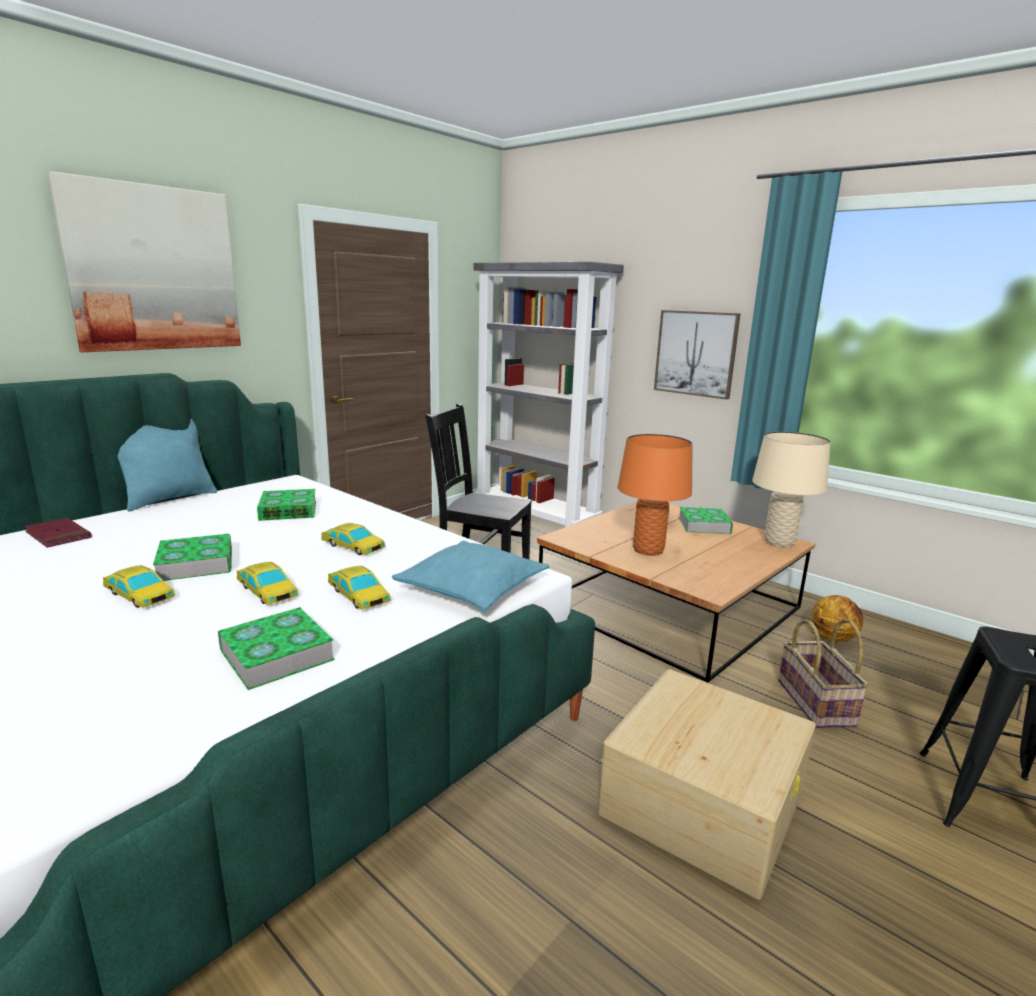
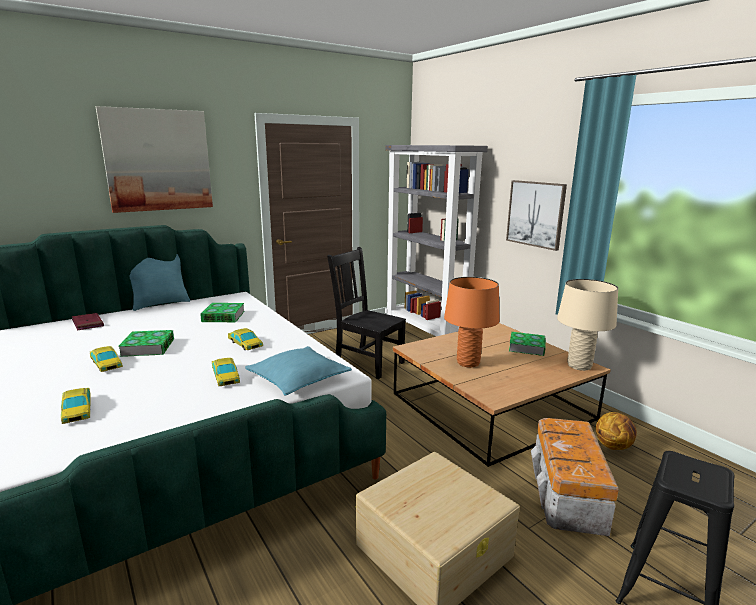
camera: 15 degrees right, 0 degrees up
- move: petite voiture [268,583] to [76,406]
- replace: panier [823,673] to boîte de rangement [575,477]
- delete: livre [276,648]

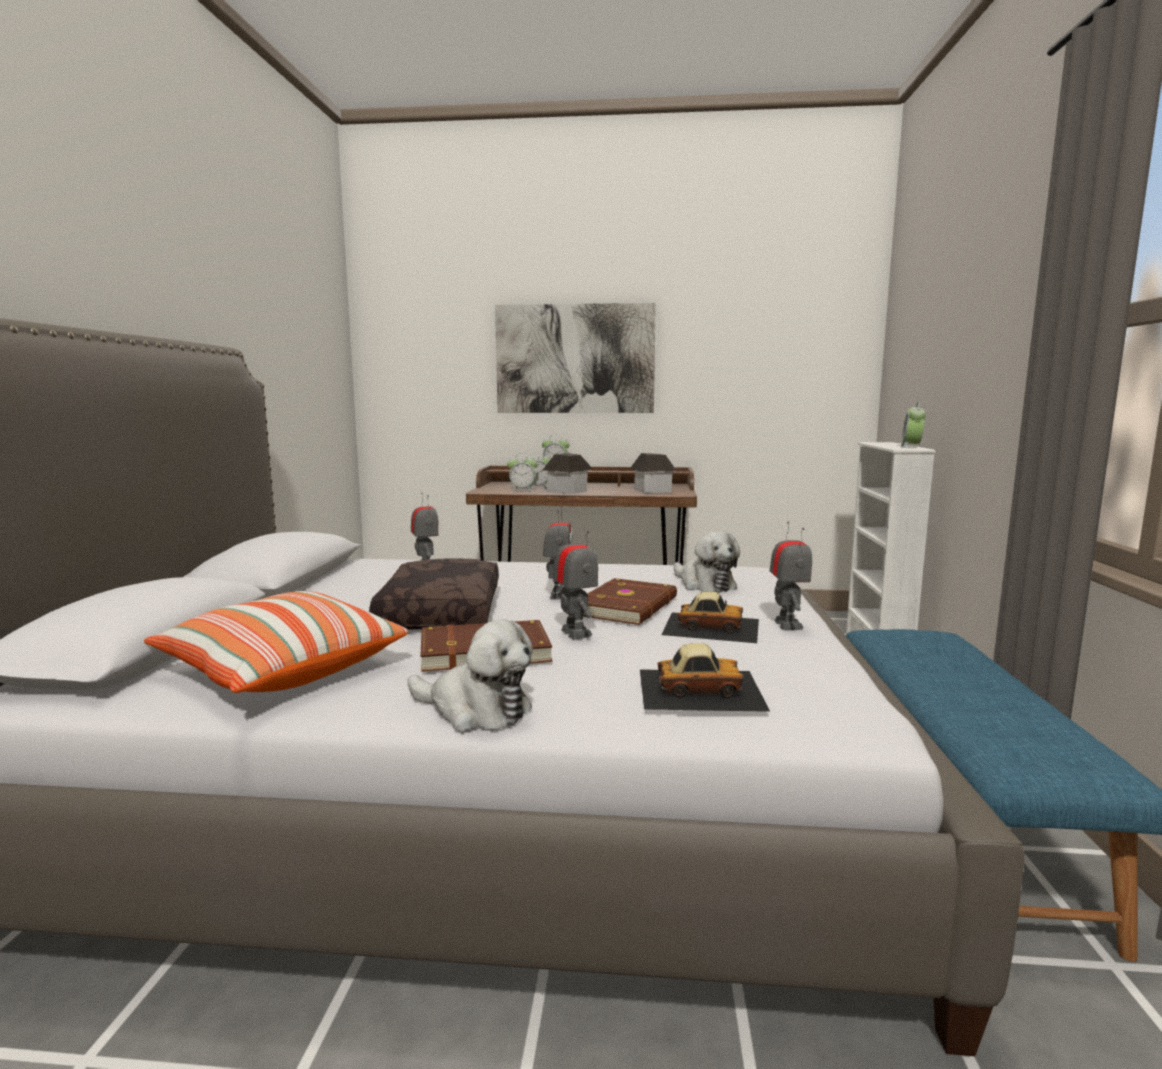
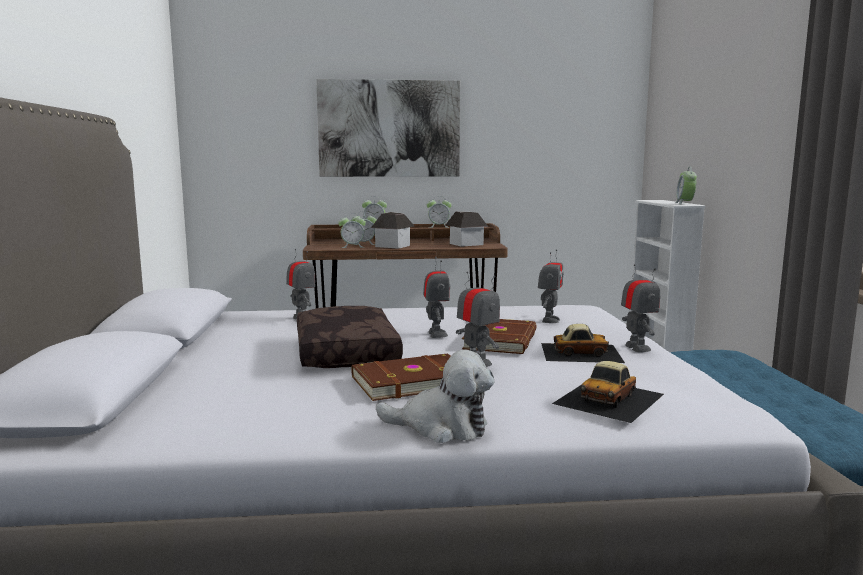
camera: 10 degrees left, 0 degrees up
- insert: réveil [439,214]
- replace: peluche [707,562] to robot jouet [551,286]
- rotate: petite voiture [705,677] = [608,392] 135 degrees clockwise
- delete: coussin [276,642]

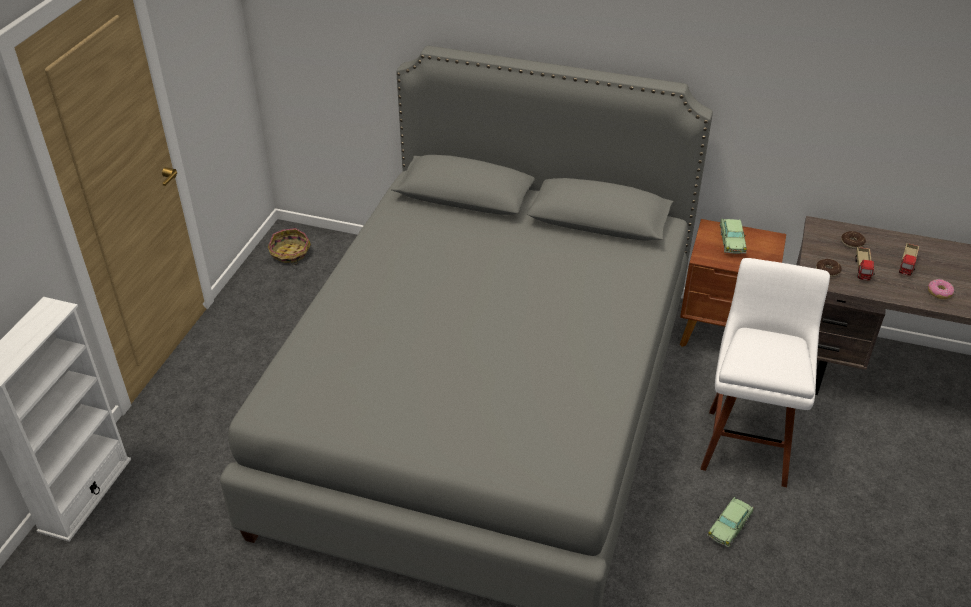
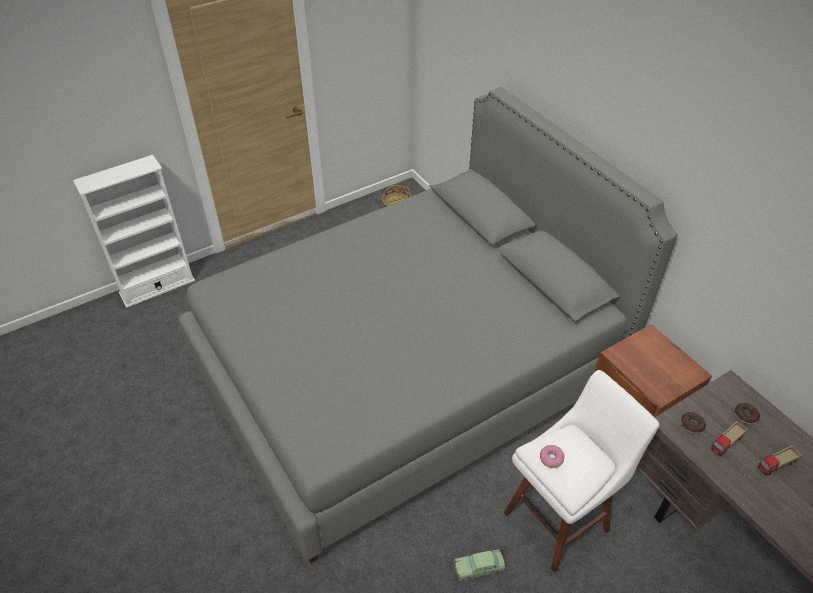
camera: 40 degrees right, 5 degrees up
- move: beignet [941,289] to [552,456]
- delete: petite voiture [733,236]

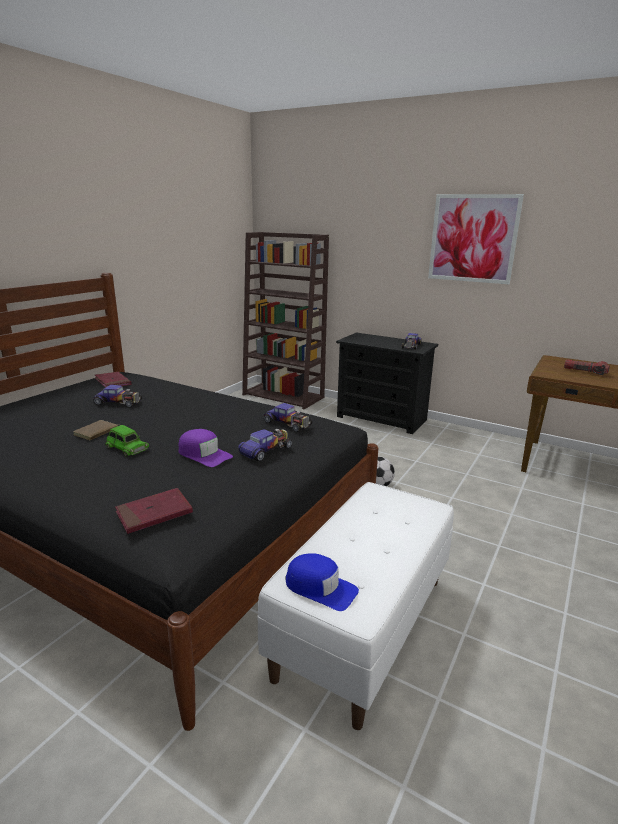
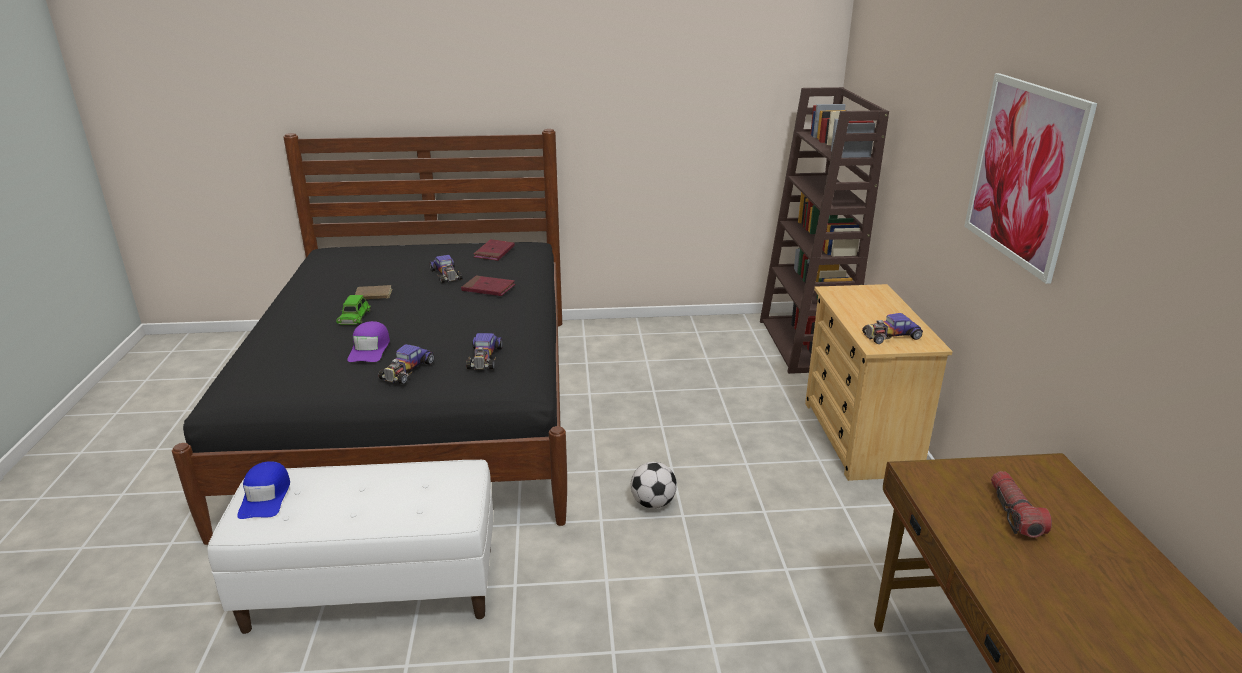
camera: 55 degrees right, 5 degrees up
- rotate: petite voiture [265,445] = [406,364] 105 degrees clockwise
- move: livre (rouge) [154,511] to [488,286]
- recolor: commode (noir) [387,383] to commode (beige) [879,382]

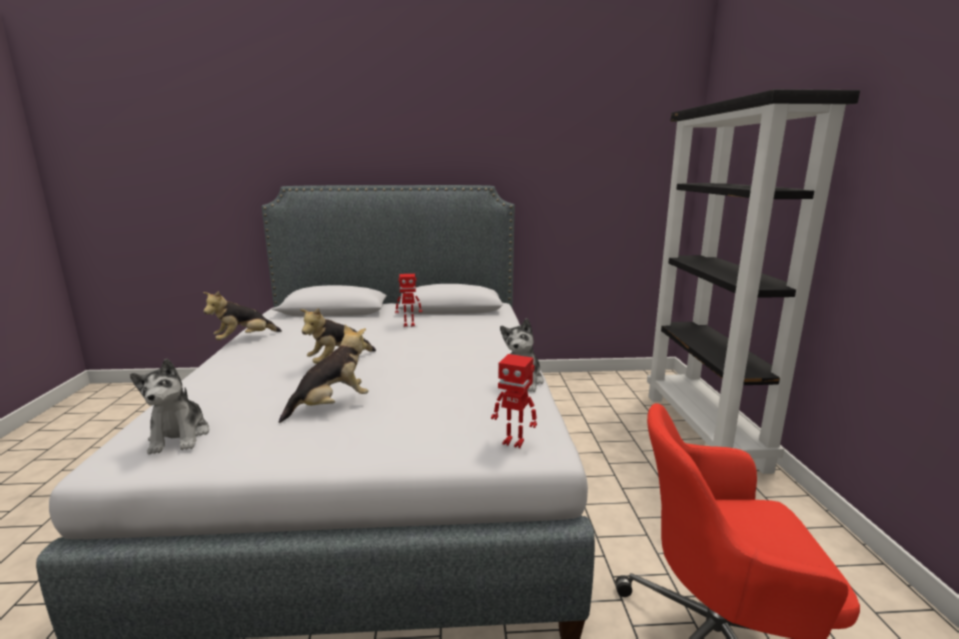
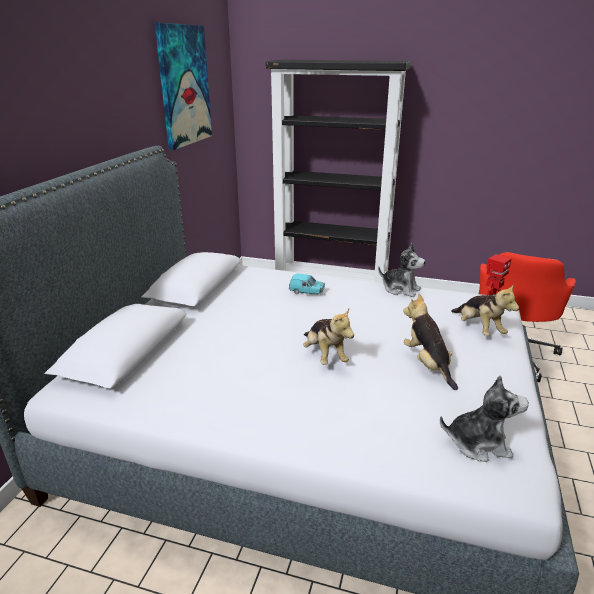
camera: 70 degrees left, 10 degrees up
- insert: tableau [183,86]
- insert: petite voiture (turquoise) [307,283]
- move: peluche [242,315] to [485,310]
- delete: robot jouet [408,300]

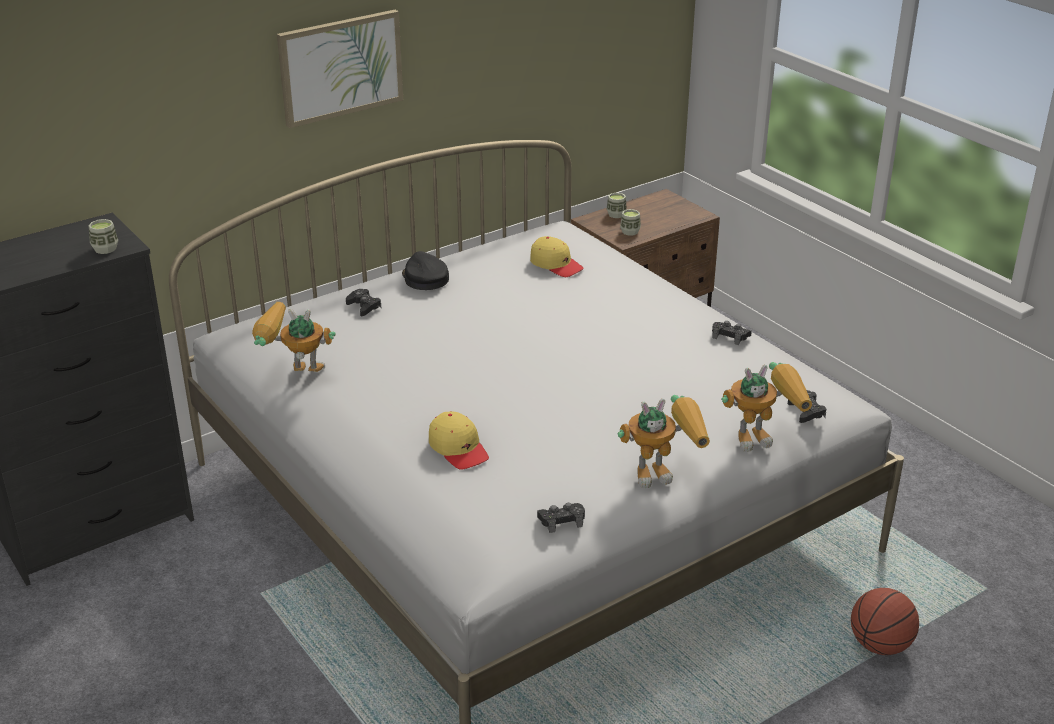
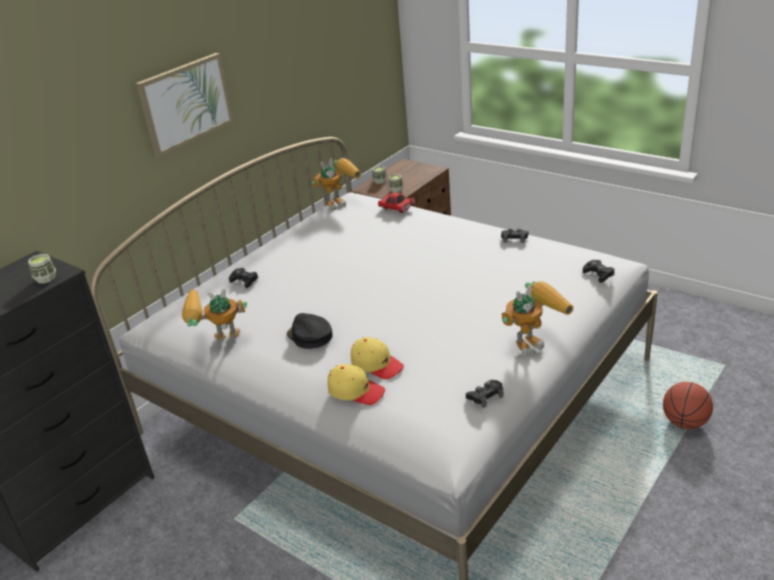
camera: 15 degrees left, 0 degrees up
- move: casquette (noir) [425,270] to [310,331]
- move: robot jouet [766,407] to [336,184]
- move: casquette (jaune) [557,256] to [356,384]
- insert: petite voiture (rouge) [396,202]

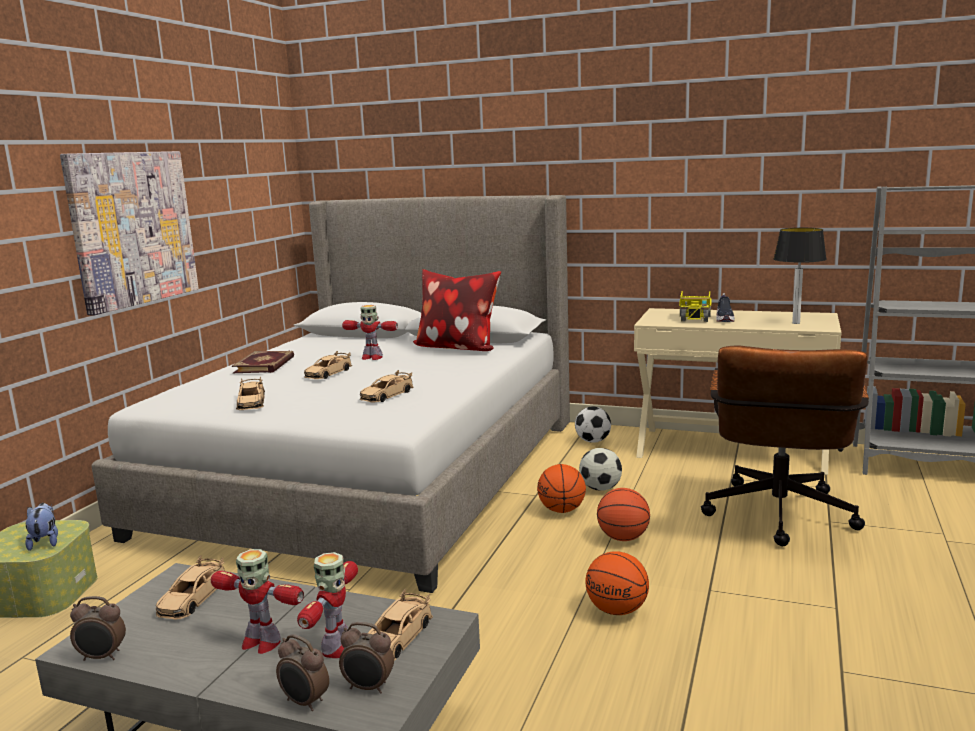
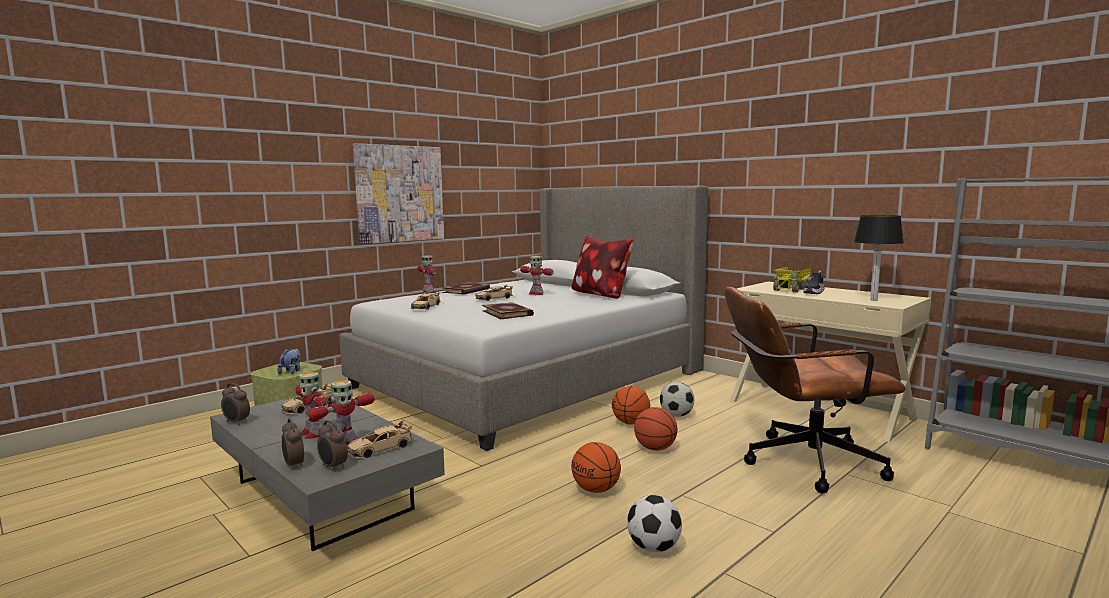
camera: 25 degrees right, 5 degrees down
- insert: robot jouet [427,275]
- replace: petite voiture (beige) [387,386] to livre [508,310]
- move: ballon de foot [593,424] to [654,523]
- rotate: chaise de bureau (marron) [785,446] = [815,390] 45 degrees clockwise

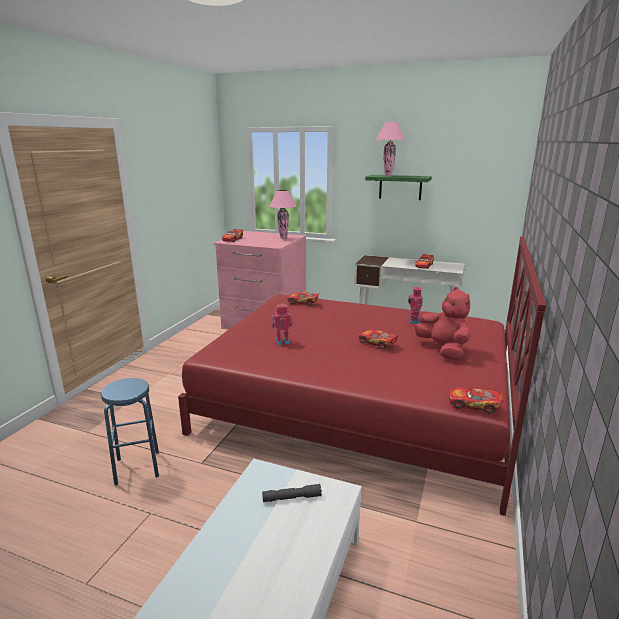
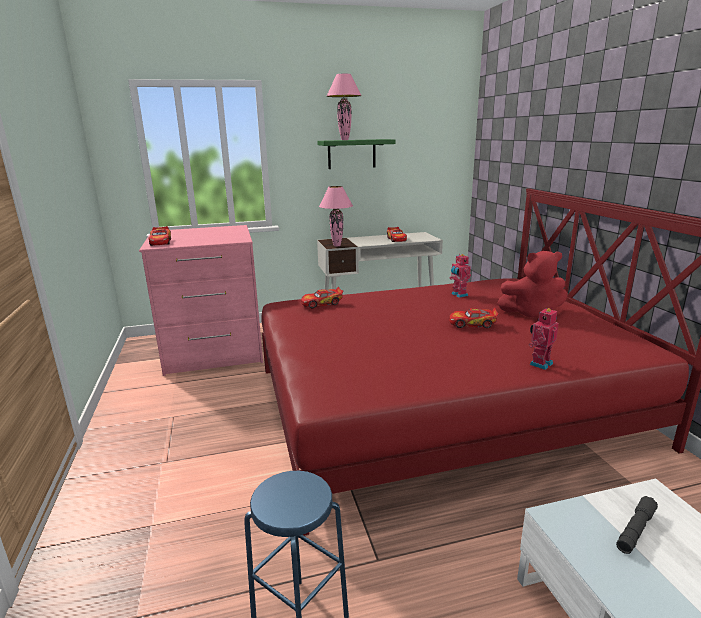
camera: 35 degrees left, 0 degrees up
- move: lampe de table (rose) [282,214] to [336,216]
- rotate: peluche (rouge) [442,323] = [532,286] 150 degrees clockwise
- move: robot jouet [282,324] to [544,338]
- delete: petite voiture [476,401]

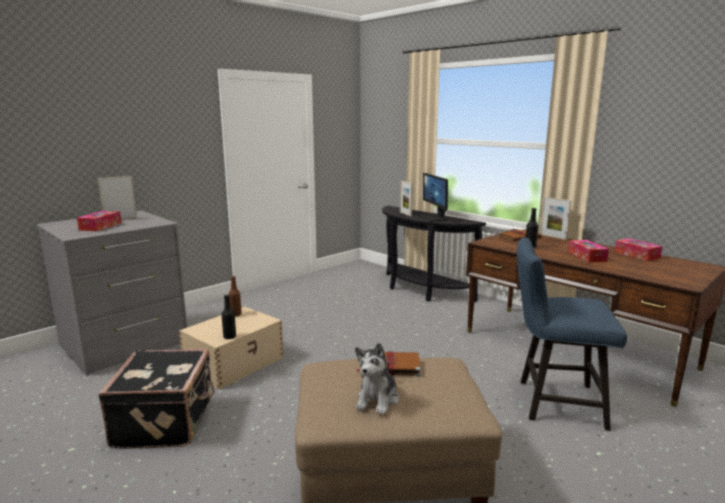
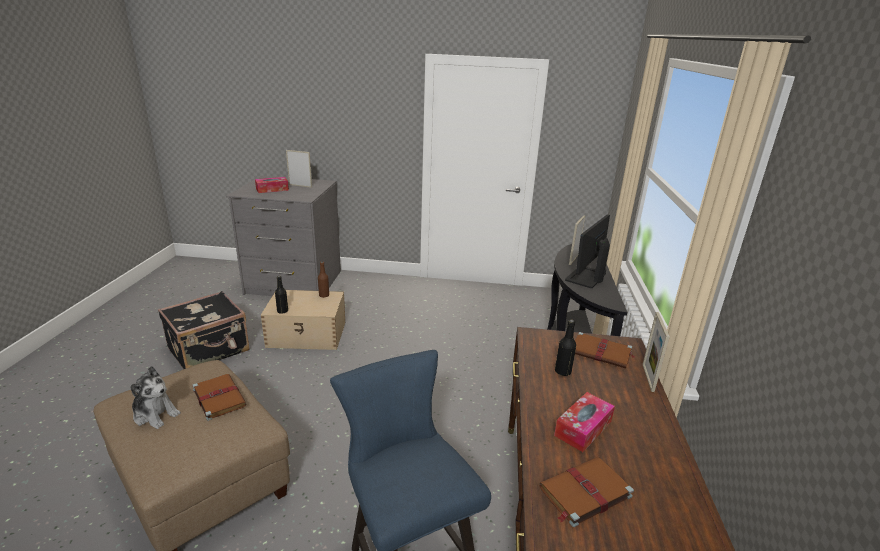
camera: 50 degrees right, 10 degrees up
- rotate: peluche [377,379] = [155,397] 135 degrees counterclockwise
- insert: livre (marron) [586,492]
- delete: boîte à mouchoirs [638,249]

